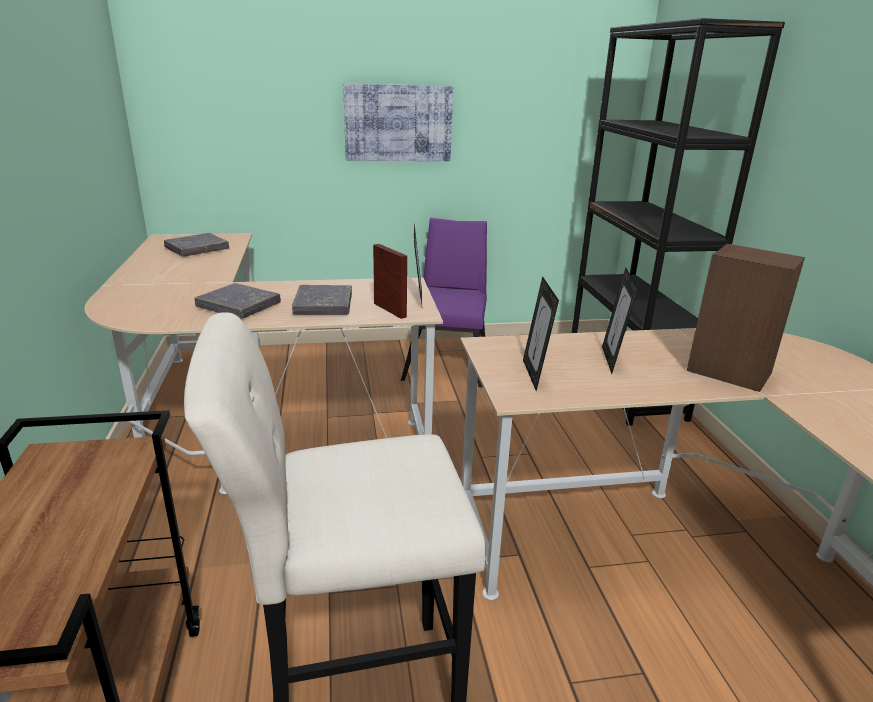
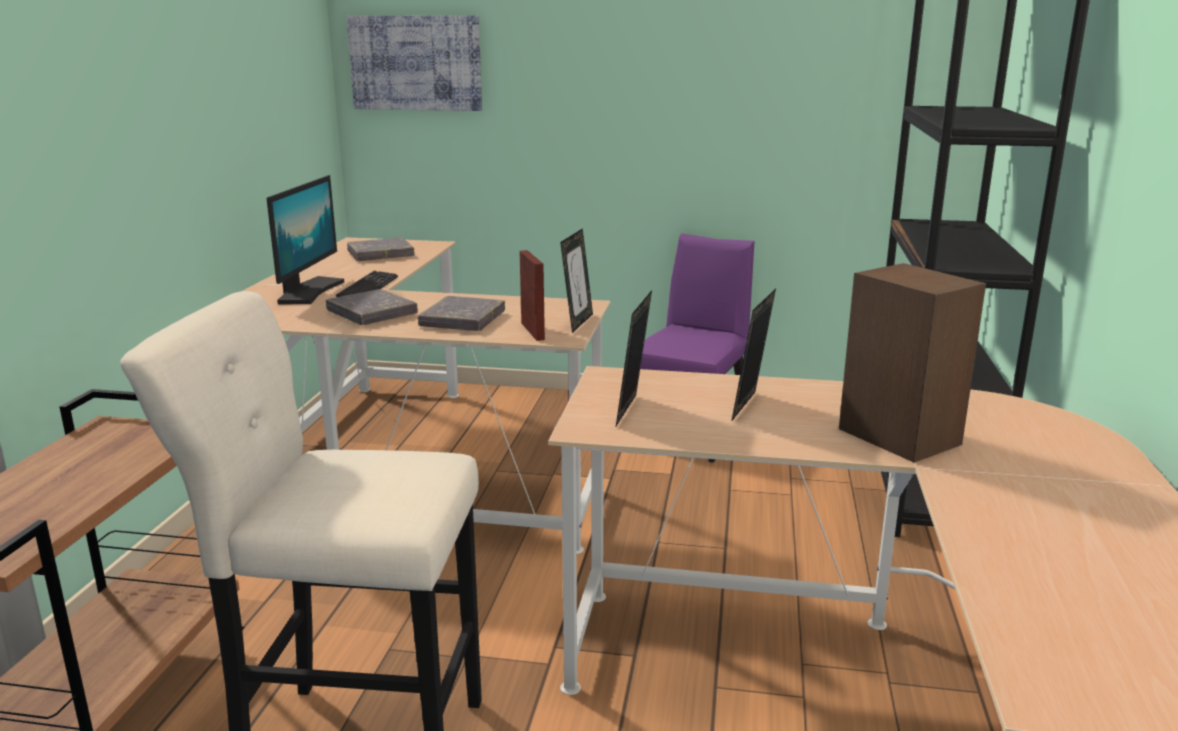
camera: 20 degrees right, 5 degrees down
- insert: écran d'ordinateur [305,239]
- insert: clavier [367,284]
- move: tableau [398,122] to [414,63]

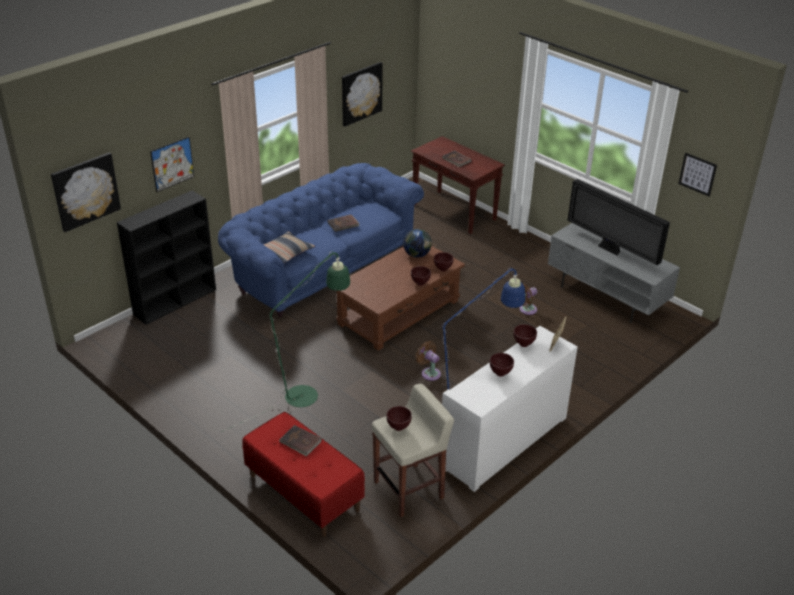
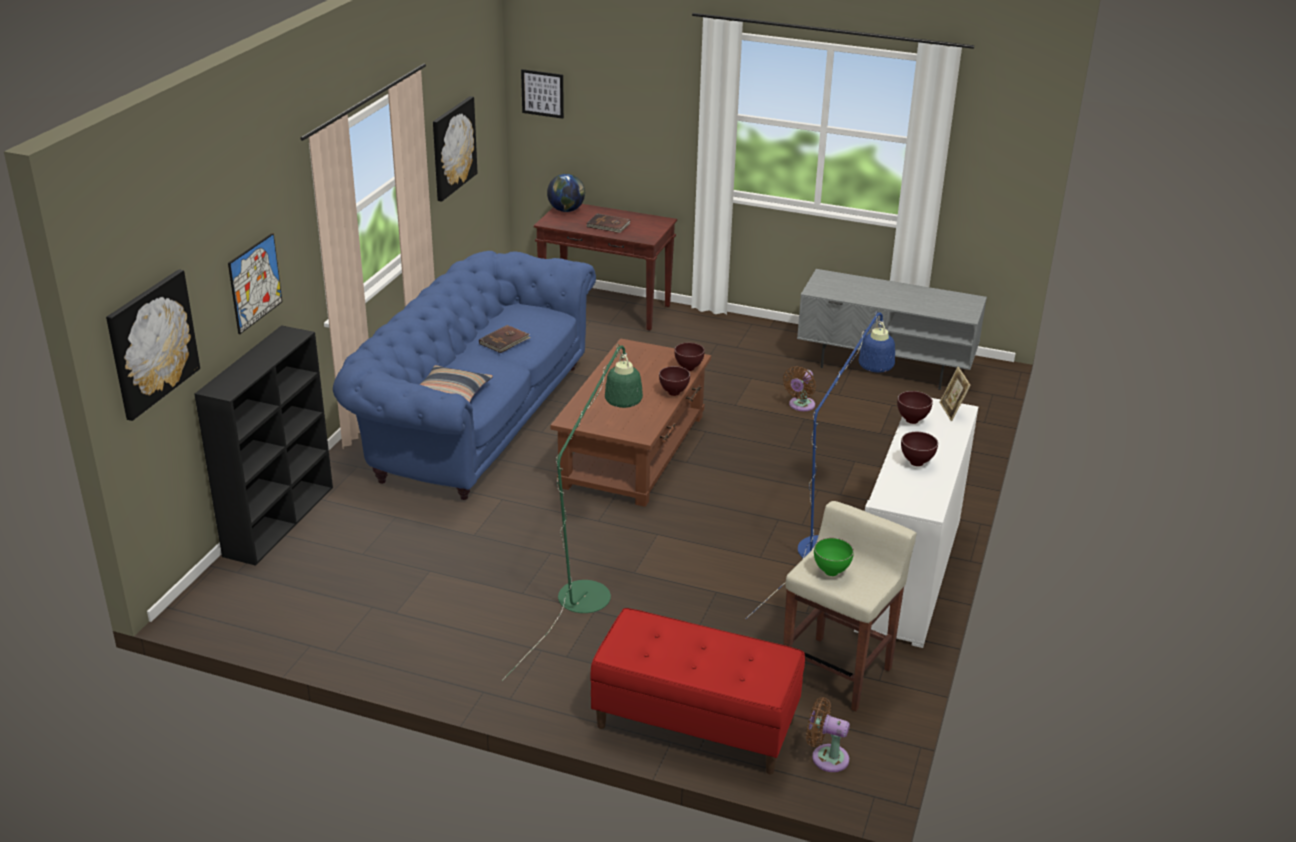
camera: 25 degrees left, 5 degrees down
- move: tableau [697,174] to [542,94]
- move: globe [417,243] to [566,193]
- move: ventilateur (marron) [428,361] to [828,734]
- recolor: bol (marron) [399,418] to bol (vert) [834,557]
- delete: livre (marron) [300,440]
- delete: téléviseur [619,222]

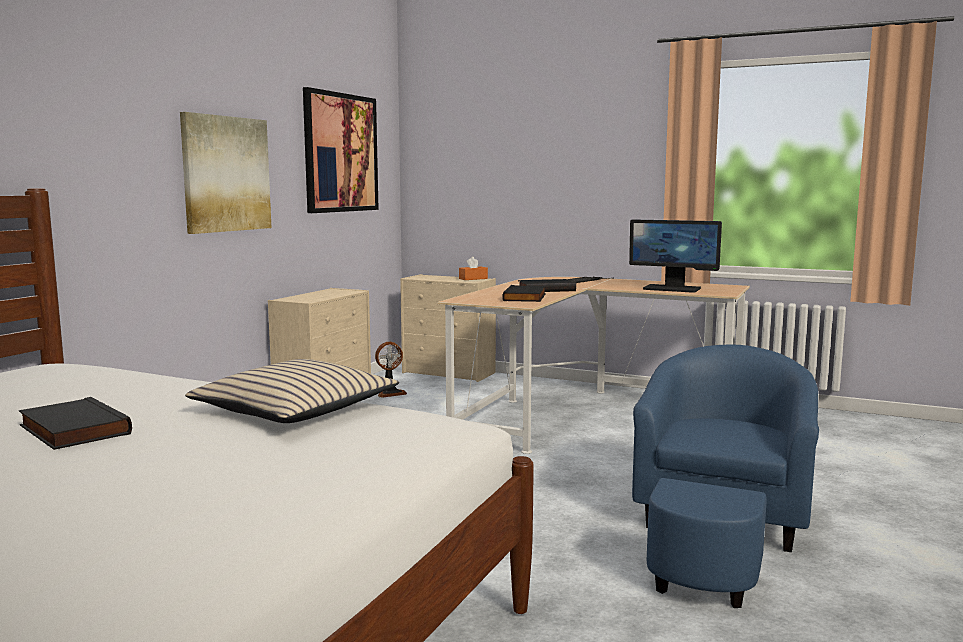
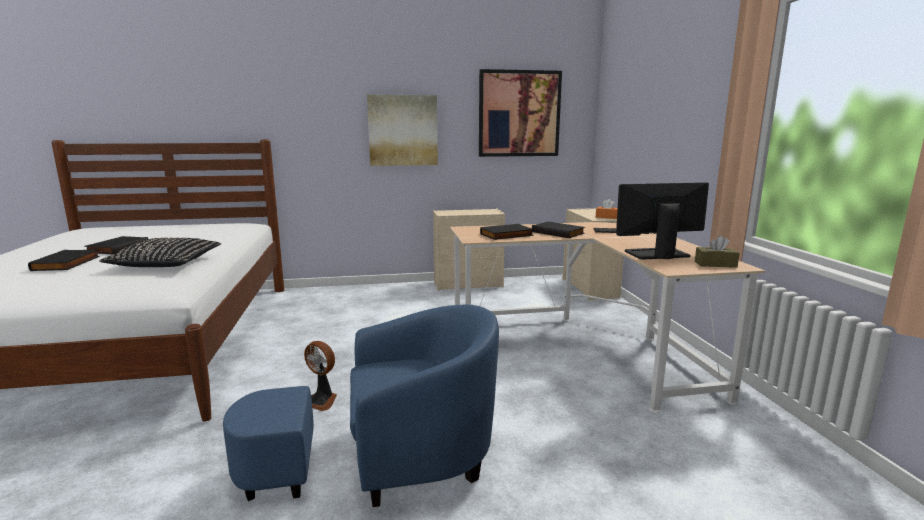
camera: 55 degrees right, 5 degrees up
- insert: livre (noir) [64,260]
- recolor: coussin (beige) [292,391] to coussin (noir) [160,252]
- move: ventilateur [391,370] to [320,376]
- rotate: écran d'ordinateur [675,256] = [662,221] 90 degrees clockwise
- insert: boîte à mouchoirs (marron) [717,251]

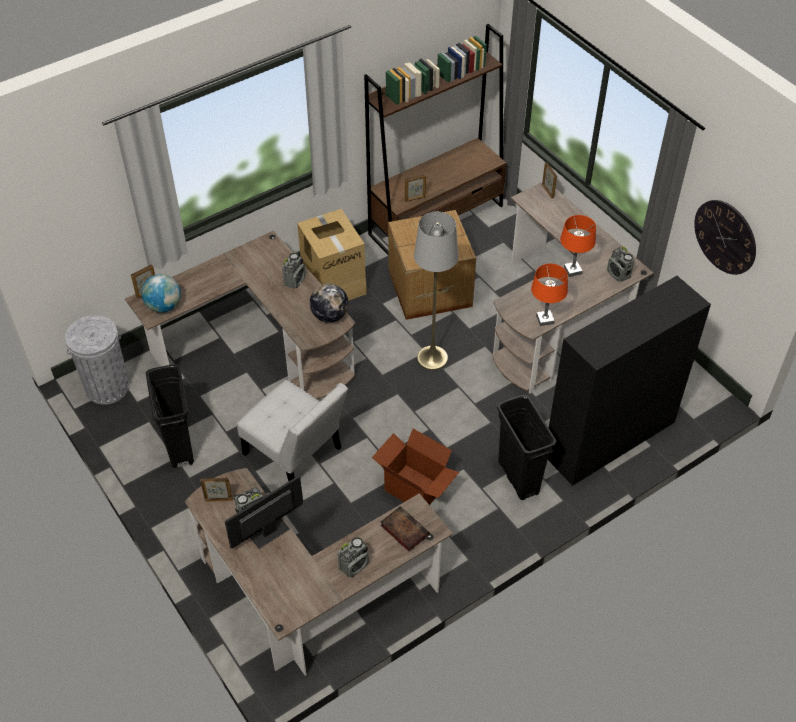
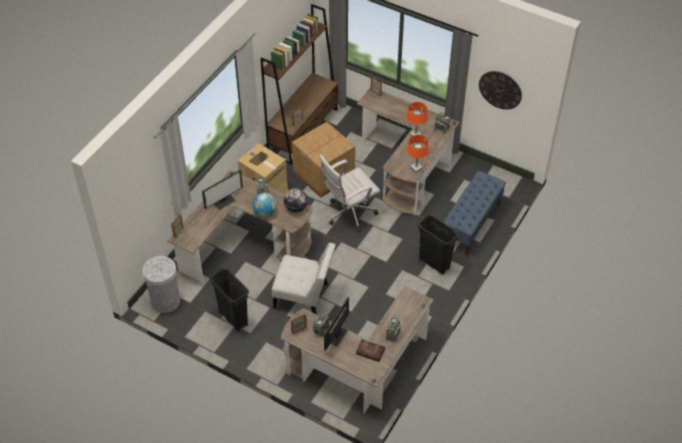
camera: 25 degrees left, 0 degrees up
- insert: écran d'ordinateur [222,190]
- move: globe [161,293] to [265,205]
- replace: lampadaire (gris) [436,291] to chaise de bureau (blanc) [349,193]
- move: livre [405,529] to [370,350]
- replace: bibliothèque (noir) [629,381] to banc (bleu) [474,213]
- delete: carton [415,467]

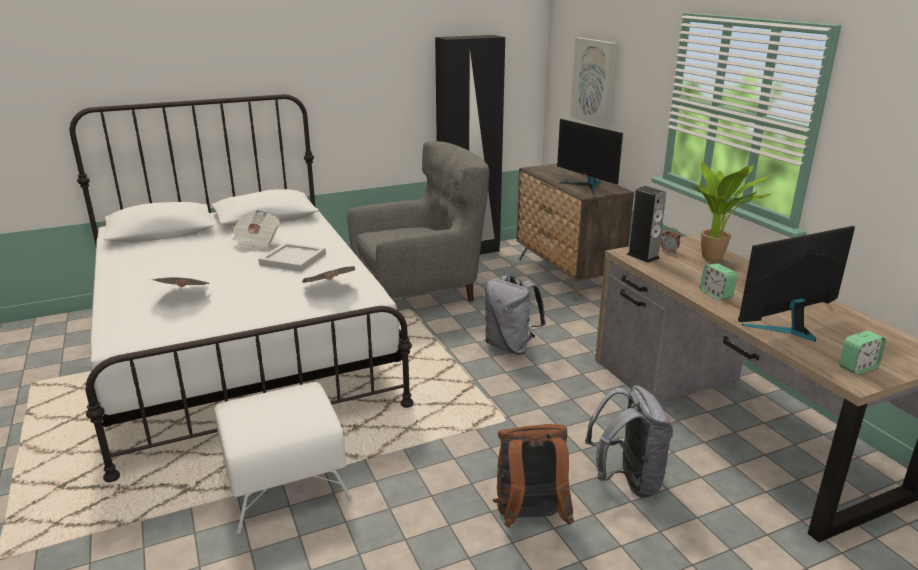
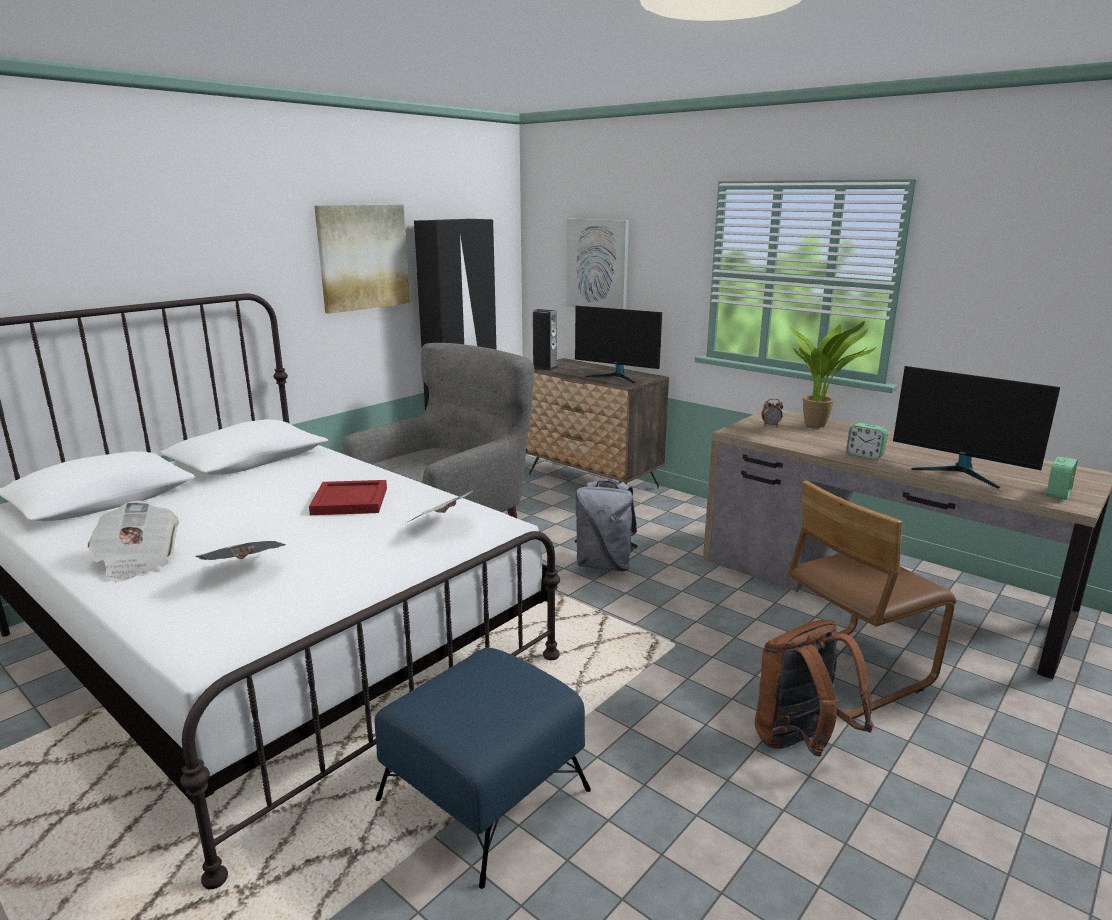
camera: 25 degrees left, 5 degrees down
- move: journal [256,231] to [133,541]
- recolor: plateau (blanc) [292,257] to plateau (rouge) [348,497]
- insert: tableau [362,259]
- recolor: pouf (blanc) [283,458] to pouf (bleu) [483,768]
- move: enceinte [646,224] to [545,340]
- replace: sac à dos (gris) [629,441] to chaise (marron) [872,600]
- rotate: écran d'ordinateur [796,284] = [976,427] 90 degrees counterclockwise

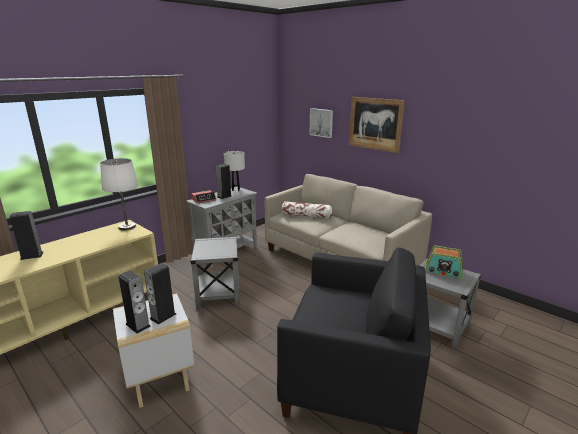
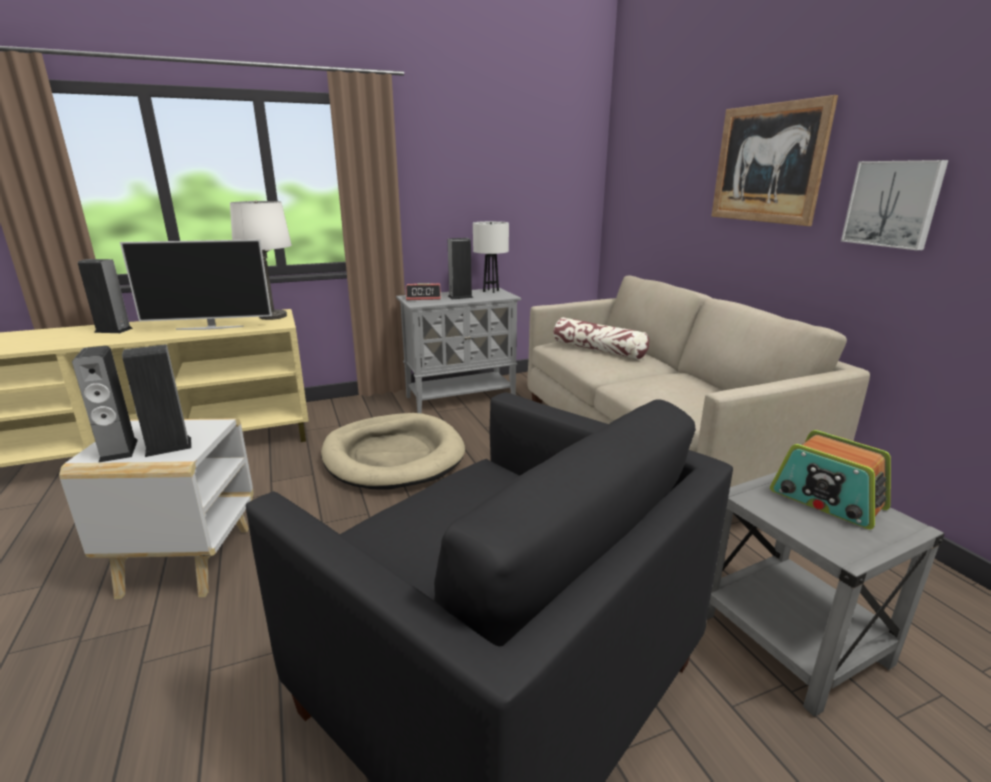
camera: 25 degrees right, 0 degrees up
- insert: téléviseur [196,284]
- replace: table d'appoint (gris) [215,273] to panier pour chien (beige) [393,451]
- move: tableau [321,123] to [895,205]

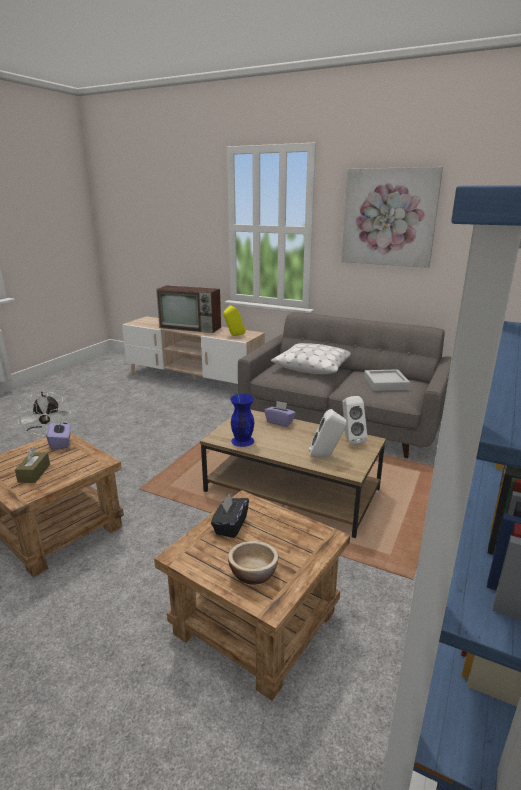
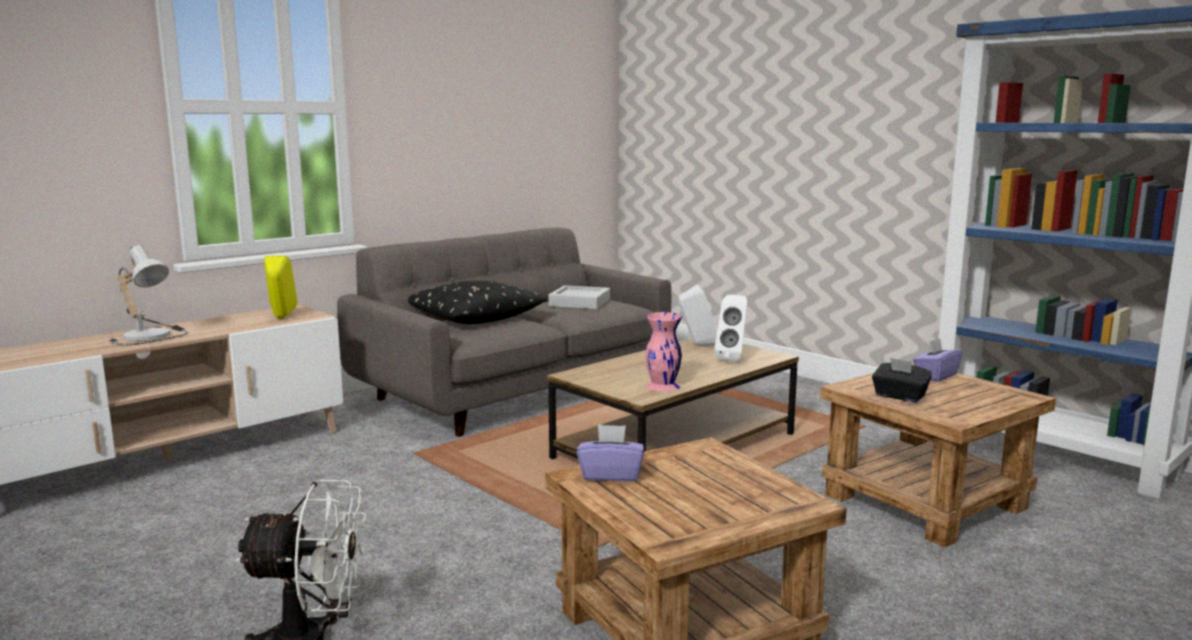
camera: 70 degrees left, 10 degrees down
- replace: téléviseur [188,309] to lampe de table [149,295]
- recolor: coussin (blanc) [311,358] to coussin (noir) [477,302]
- recolor: vase (bleu) [242,420] to vase (rose) [663,351]
- move: boîte à mouchoirs (violet) [280,414] to [938,359]
- delete: boîte à mouchoirs (marron) [32,465]
- delete: bol [253,563]
- delete: tableau [392,217]

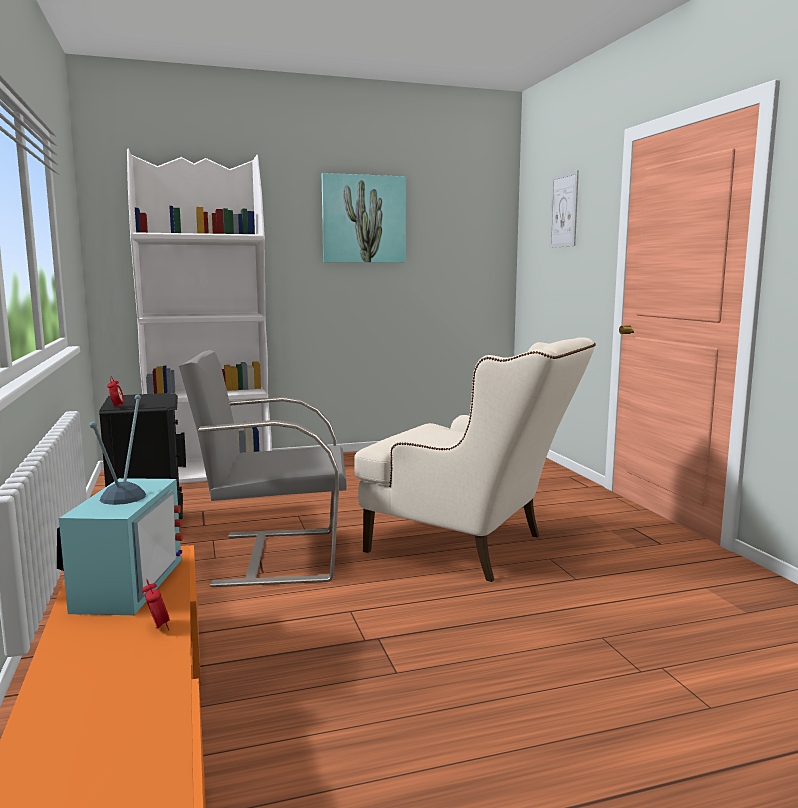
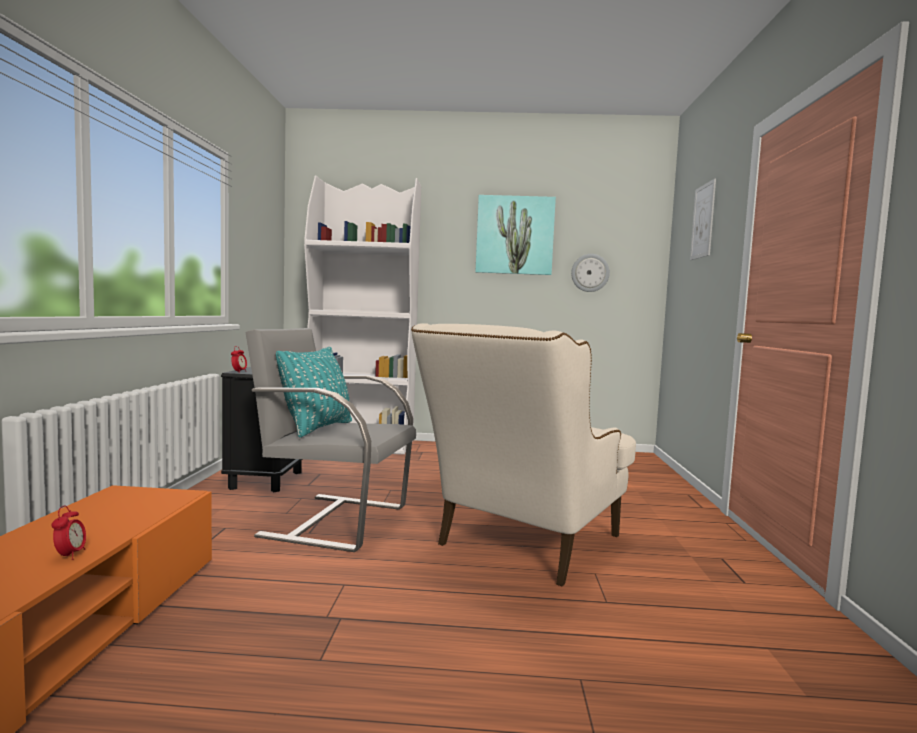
camera: 20 degrees right, 5 degrees down
- insert: coussin (turquoise) [314,392]
- rotate: fauteuil (beige) [475,459] = [523,454] 75 degrees clockwise
- insert: horloge murale [590,273]
- delete: téléviseur [120,505]

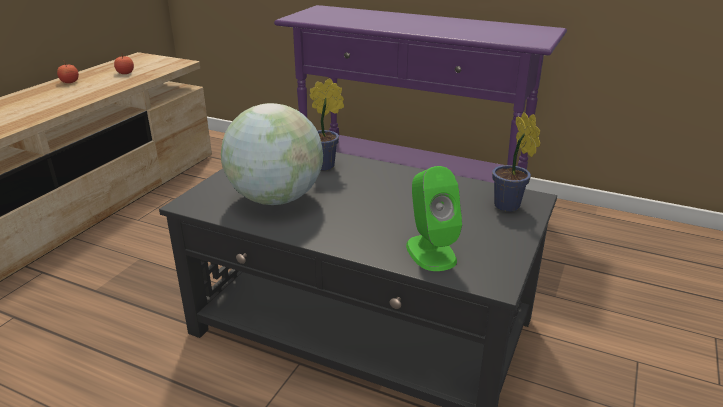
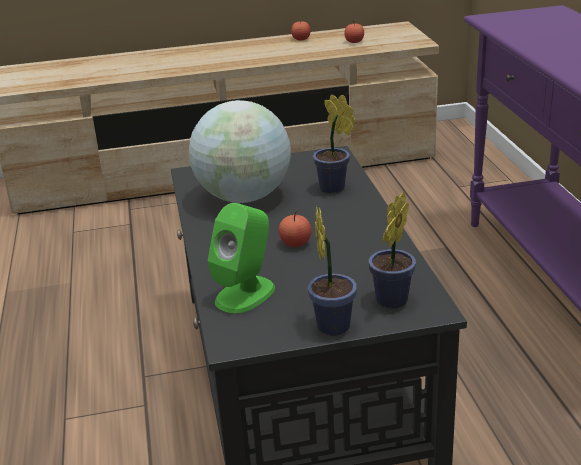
camera: 55 degrees right, 0 degrees up
- insert: pomme [295,228]
- insert: plante en pot [332,271]

